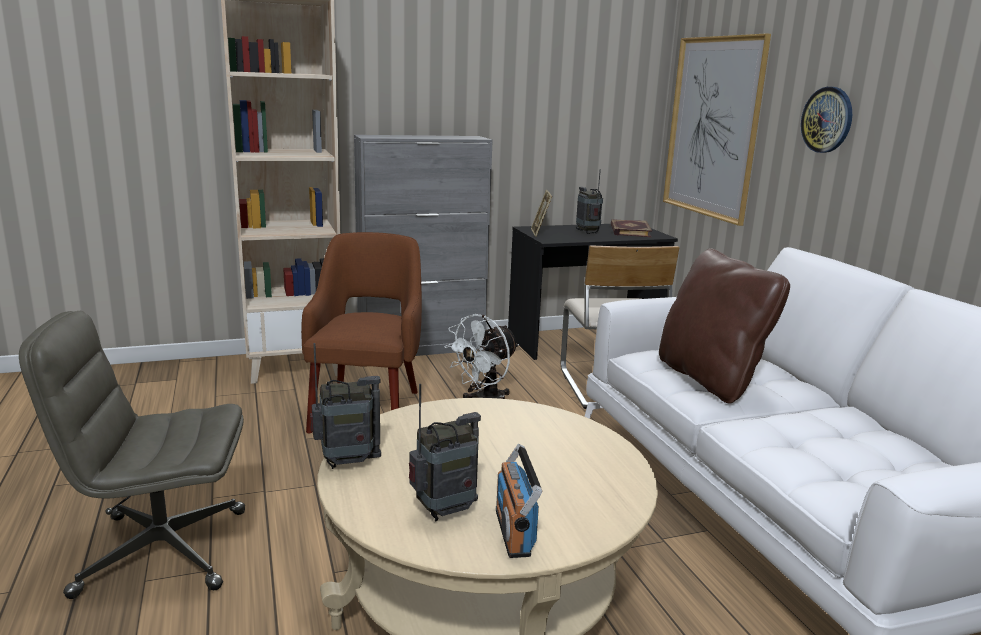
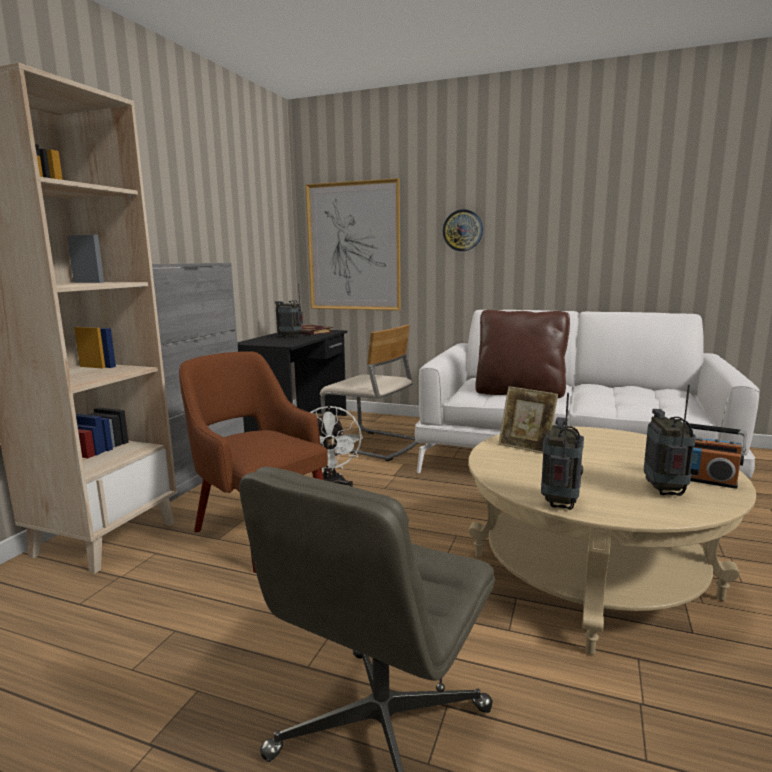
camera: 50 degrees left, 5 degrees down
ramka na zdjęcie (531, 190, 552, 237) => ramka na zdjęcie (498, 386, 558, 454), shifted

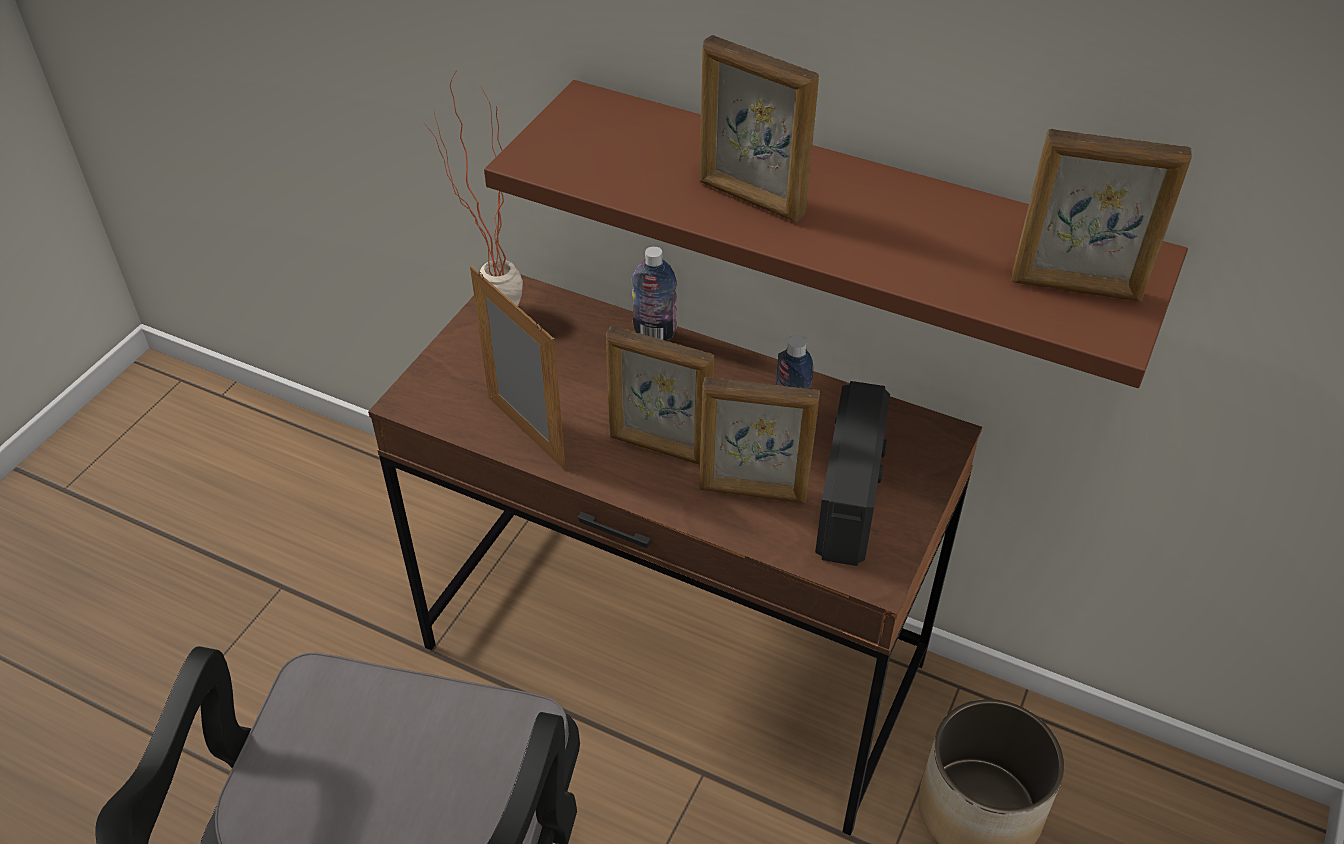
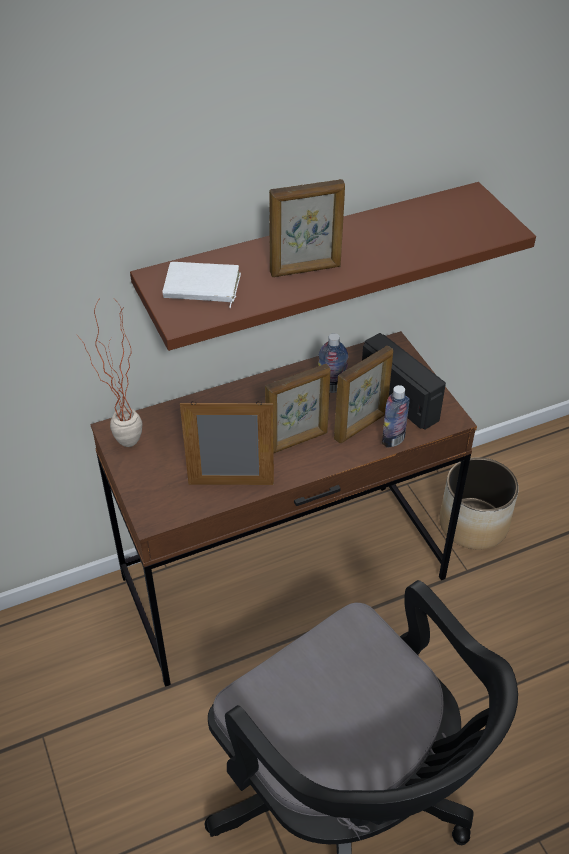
camera: 50 degrees left, 0 degrees up
ramka na zdjęcie (1012, 129, 1192, 301) => nothing
nothing => książka (biały) (162, 262, 241, 308)
butelka (632, 246, 677, 340) => butelka (382, 385, 410, 448), shifted

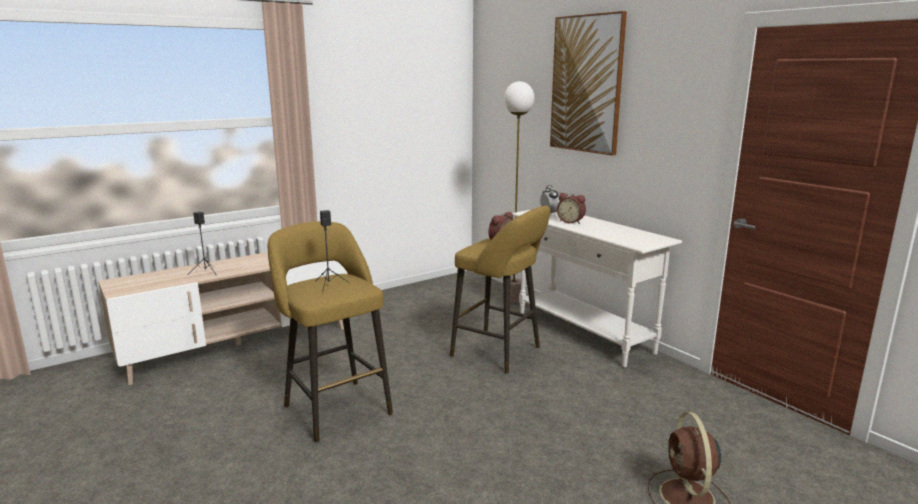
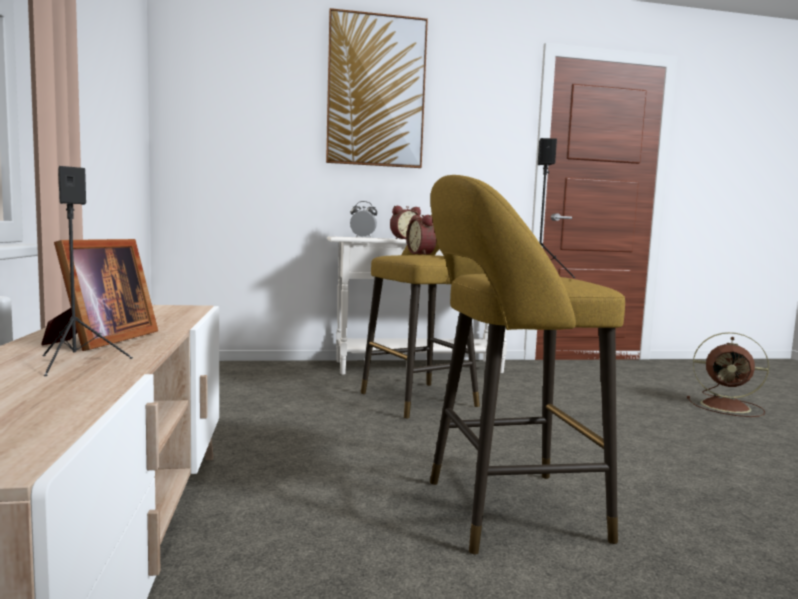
camera: 65 degrees left, 10 degrees down
lampa stojąca (504, 81, 534, 303) => nothing
nothing => ramka na zdjęcie (42, 239, 158, 351)

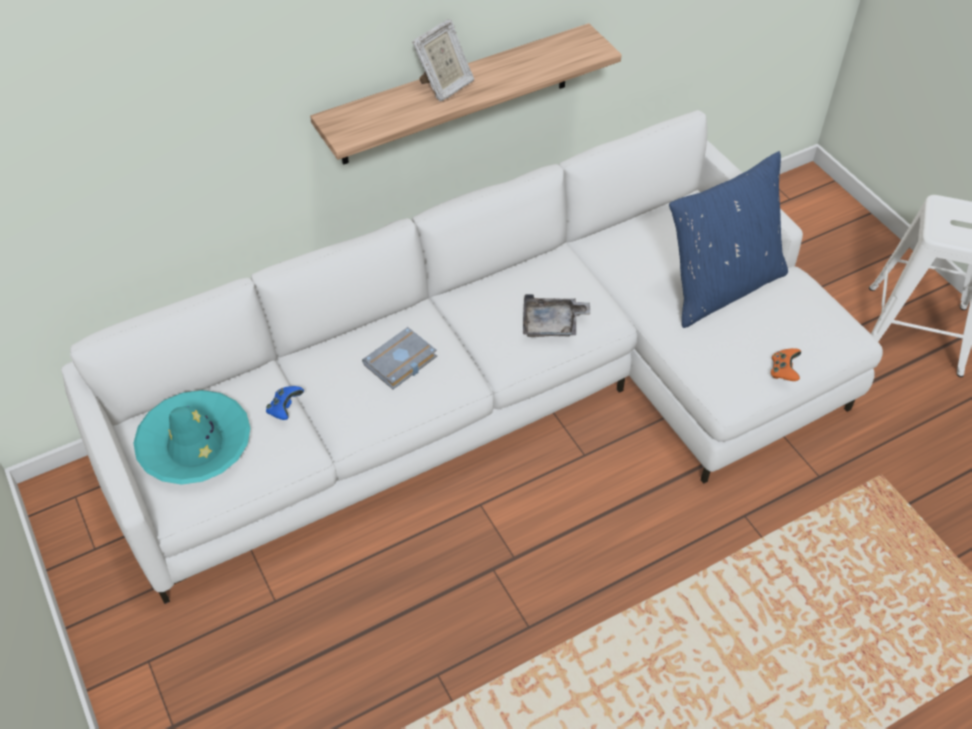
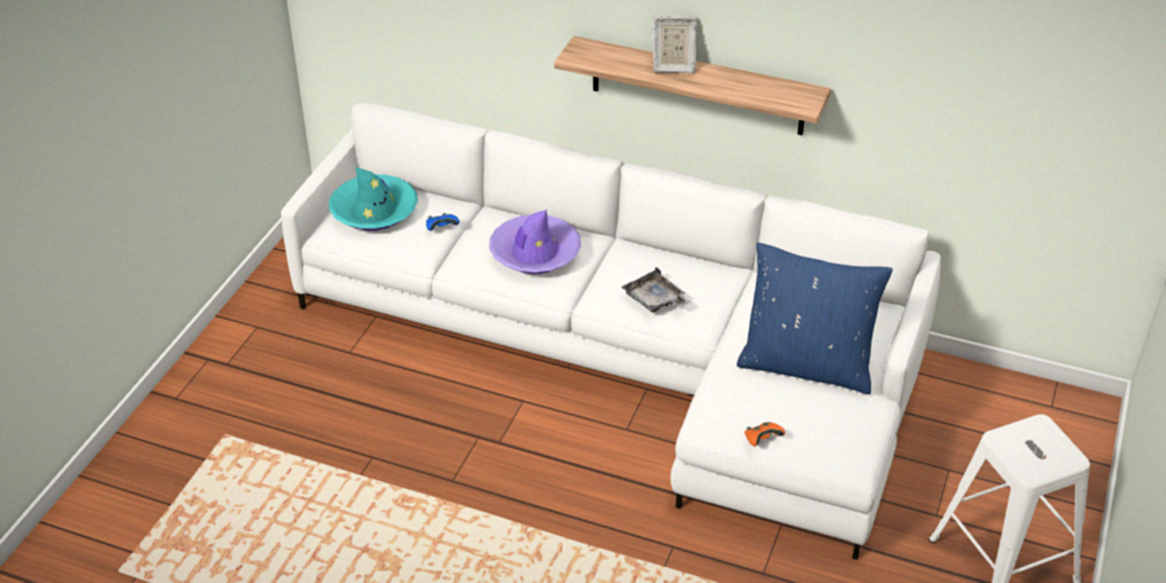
camera: 50 degrees right, 10 degrees down
książka (szary) (362, 327, 437, 389) => kapelusz (fioletowy) (490, 210, 581, 274)

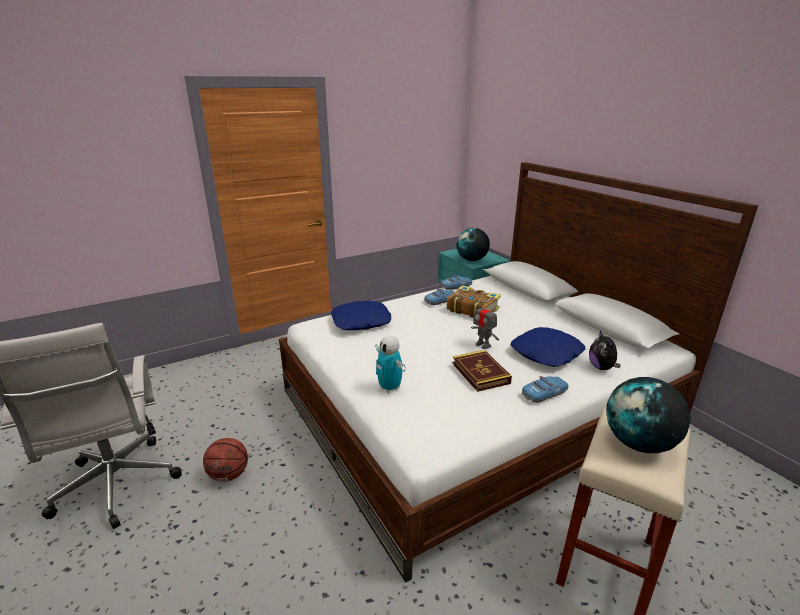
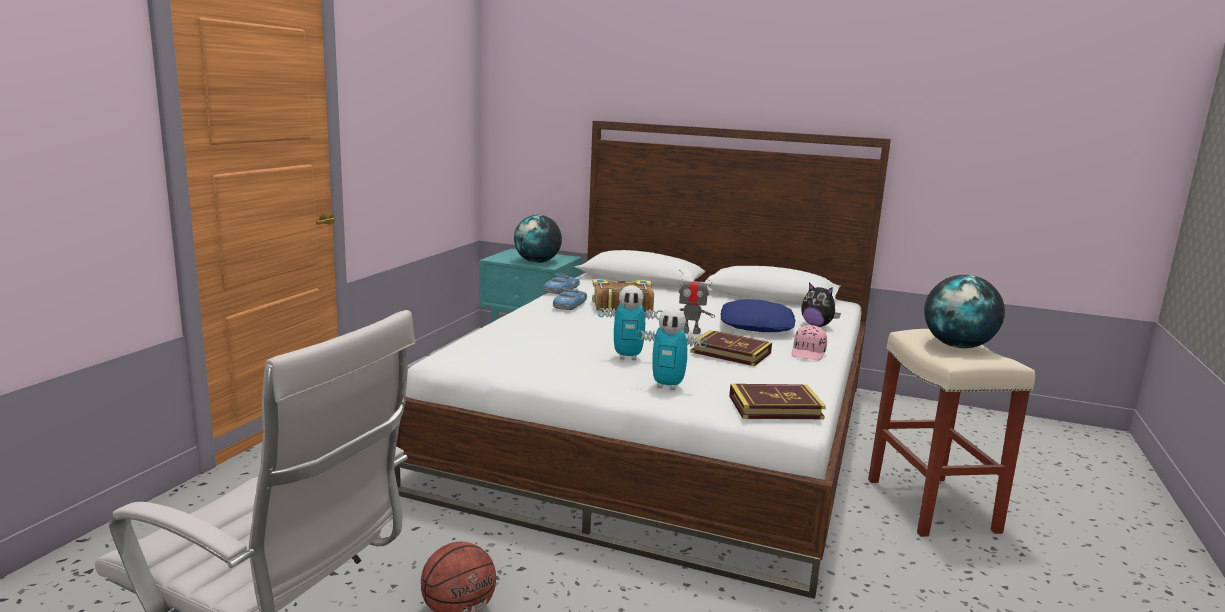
camera: 40 degrees left, 10 degrees down
poduszka (niebieski) (331, 301, 391, 330) => nothing
nothing => robot zabawkowy (598, 285, 662, 360)
nothing => książka (729, 384, 826, 419)
samochodzik (522, 376, 569, 403) => czapka z daszkiem (różowy) (792, 325, 827, 360)

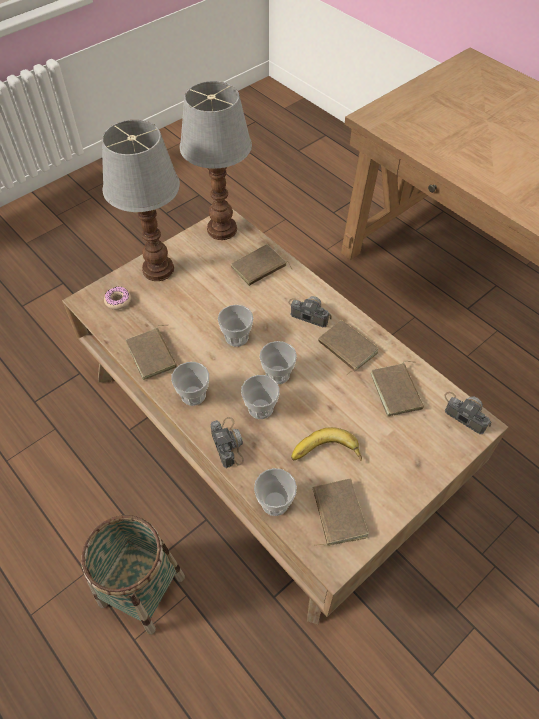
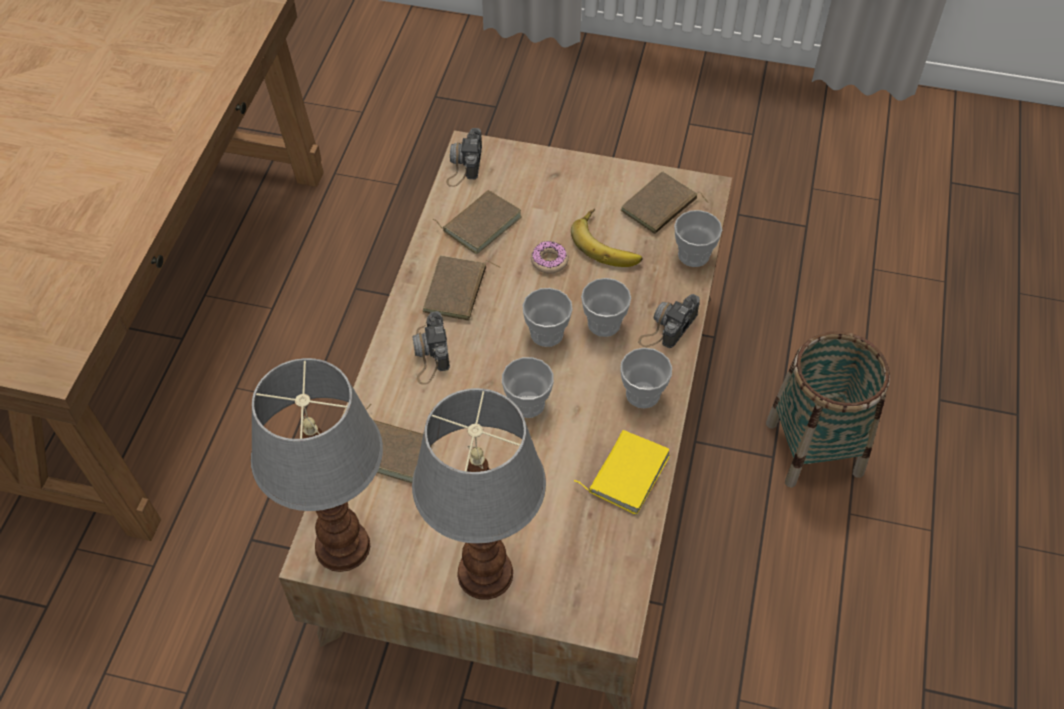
camera: 125 degrees left, 0 degrees up
donut (104, 287, 131, 310) => donut (531, 241, 569, 274), shifted
książka (brązowy) (125, 325, 177, 380) => książka (żółty) (574, 430, 670, 515)

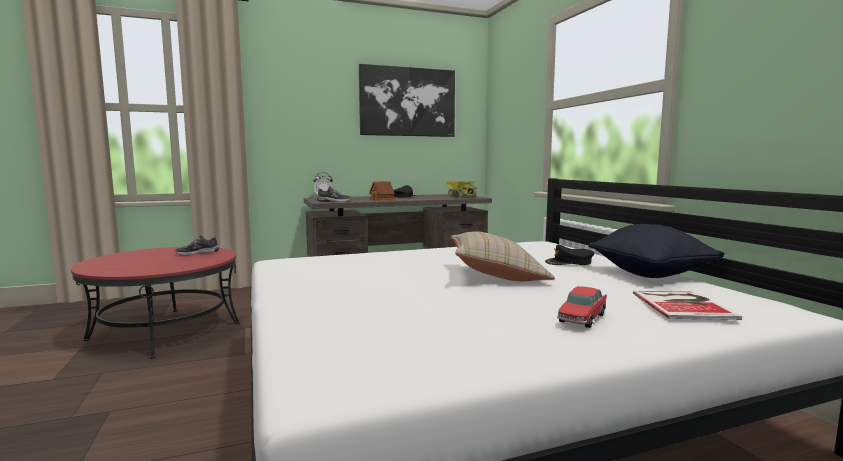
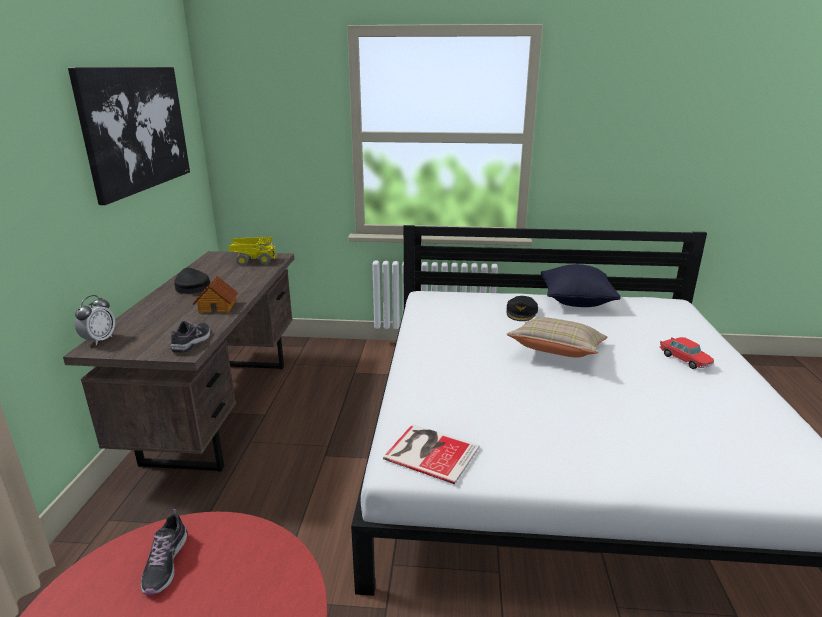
camera: 65 degrees left, 15 degrees up
książka (633, 291, 742, 320) => książka (383, 424, 479, 484), shifted

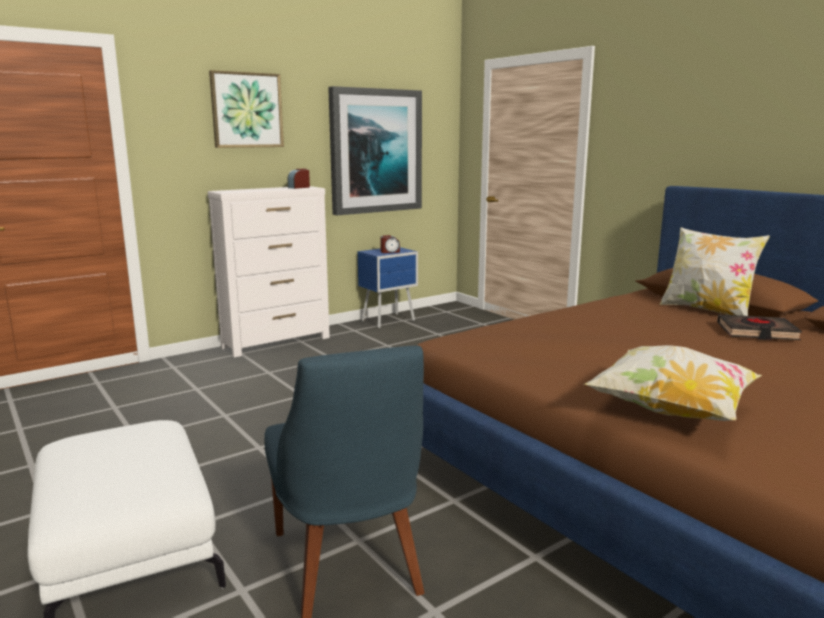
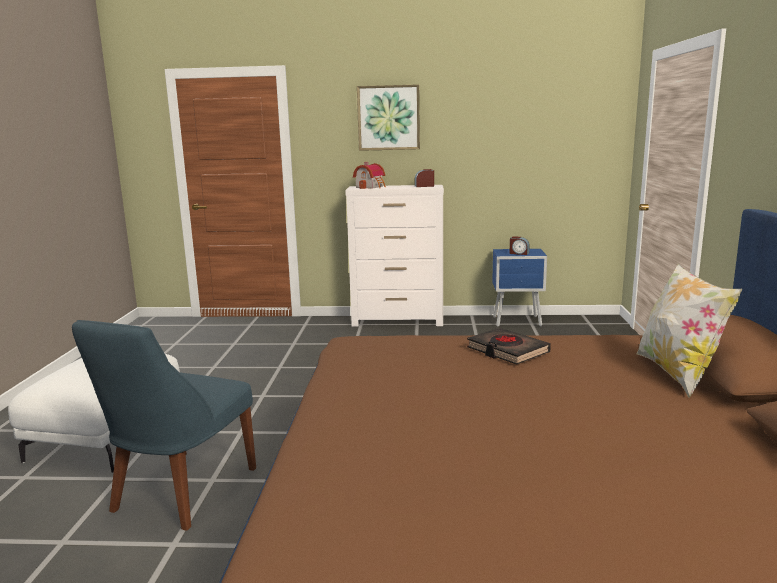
camera: 40 degrees right, 0 degrees up
obraz (328, 86, 422, 215) => nothing
poduszka (584, 345, 762, 421) => nothing
nothing => domek (353, 162, 386, 189)
książka (czarny) (717, 314, 802, 340) => książka (czarny) (467, 328, 551, 364), shifted

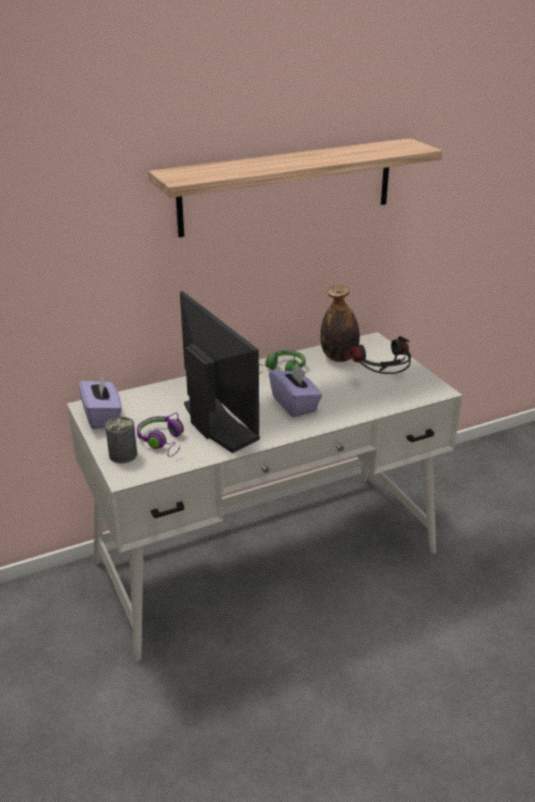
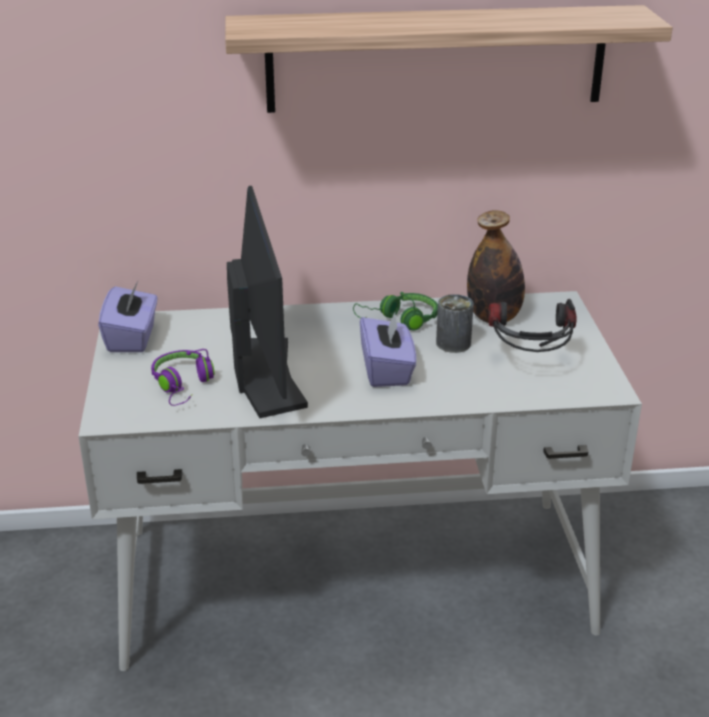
camera: 20 degrees right, 0 degrees up
puszka (105, 417, 137, 464) => puszka (436, 294, 474, 353), shifted

